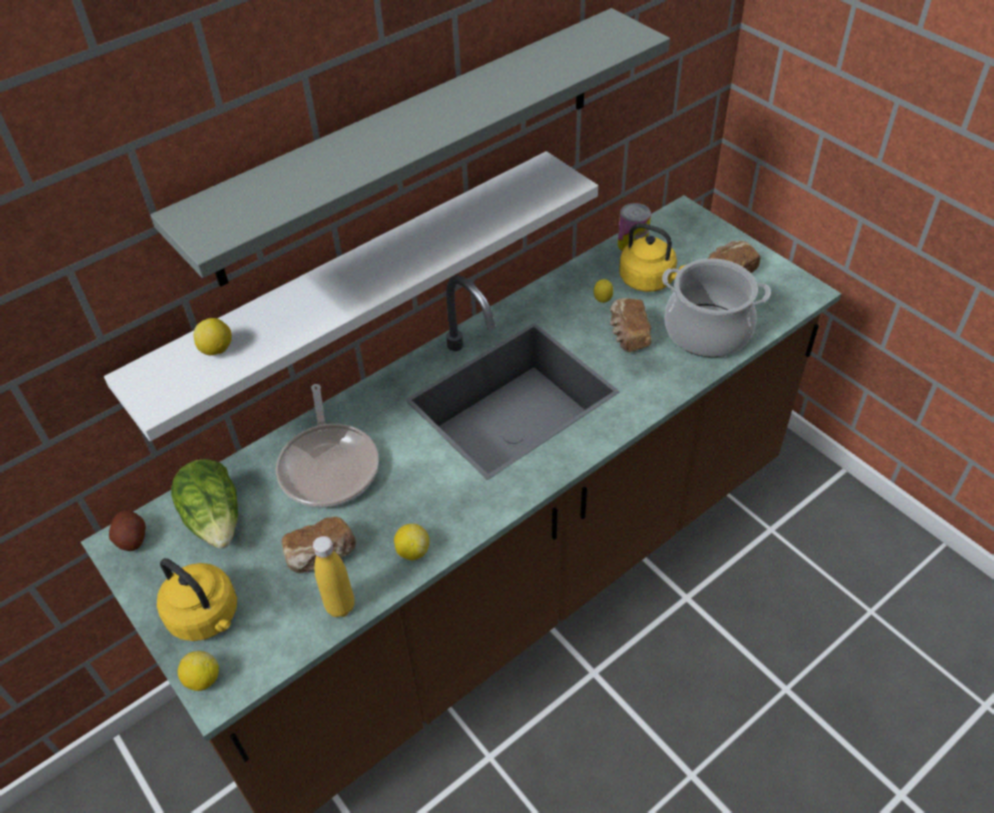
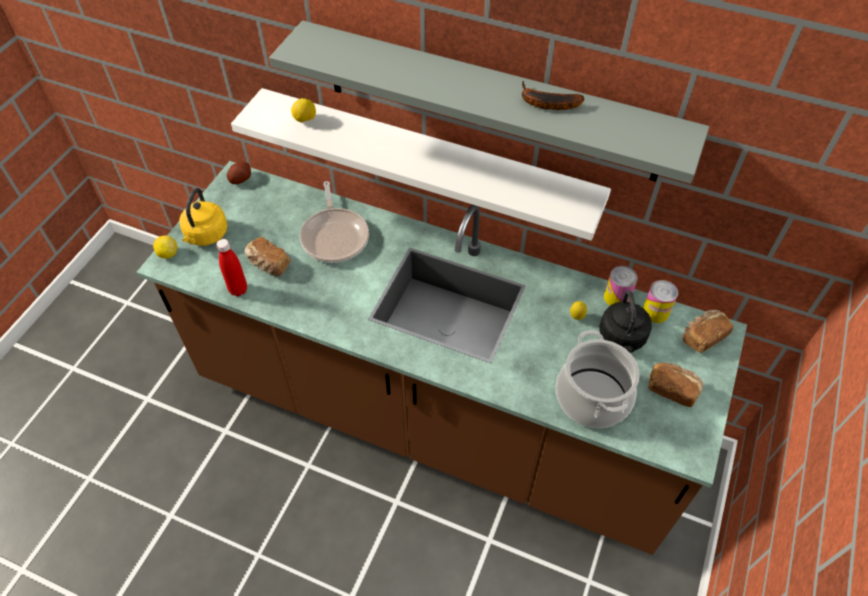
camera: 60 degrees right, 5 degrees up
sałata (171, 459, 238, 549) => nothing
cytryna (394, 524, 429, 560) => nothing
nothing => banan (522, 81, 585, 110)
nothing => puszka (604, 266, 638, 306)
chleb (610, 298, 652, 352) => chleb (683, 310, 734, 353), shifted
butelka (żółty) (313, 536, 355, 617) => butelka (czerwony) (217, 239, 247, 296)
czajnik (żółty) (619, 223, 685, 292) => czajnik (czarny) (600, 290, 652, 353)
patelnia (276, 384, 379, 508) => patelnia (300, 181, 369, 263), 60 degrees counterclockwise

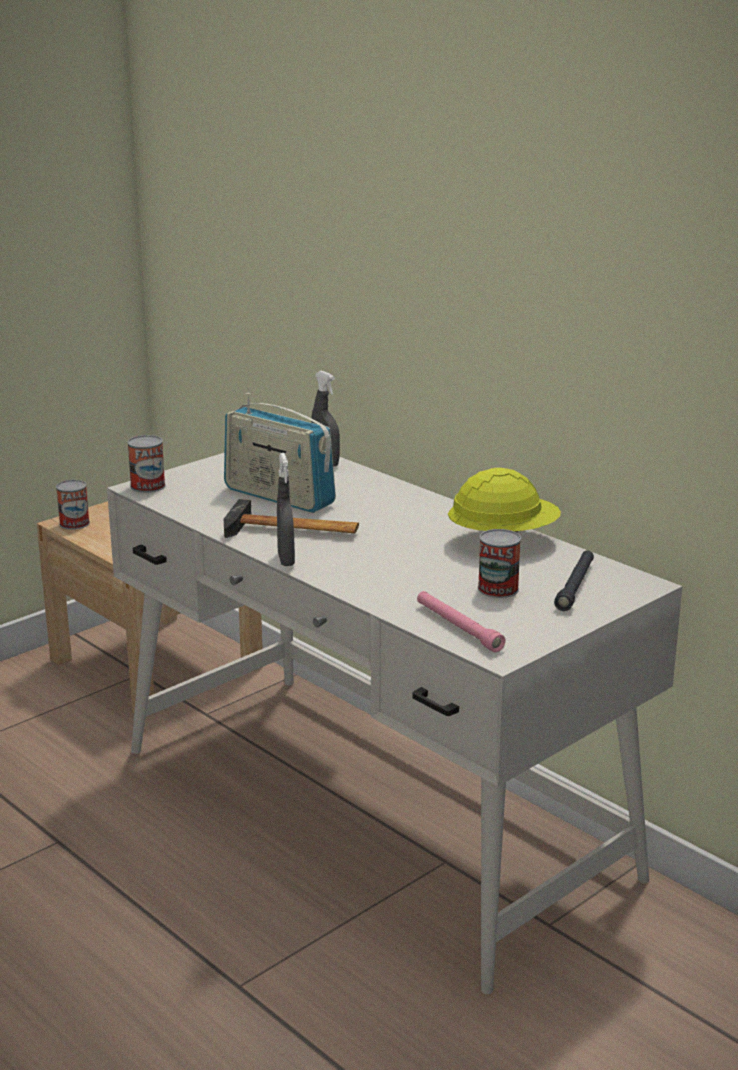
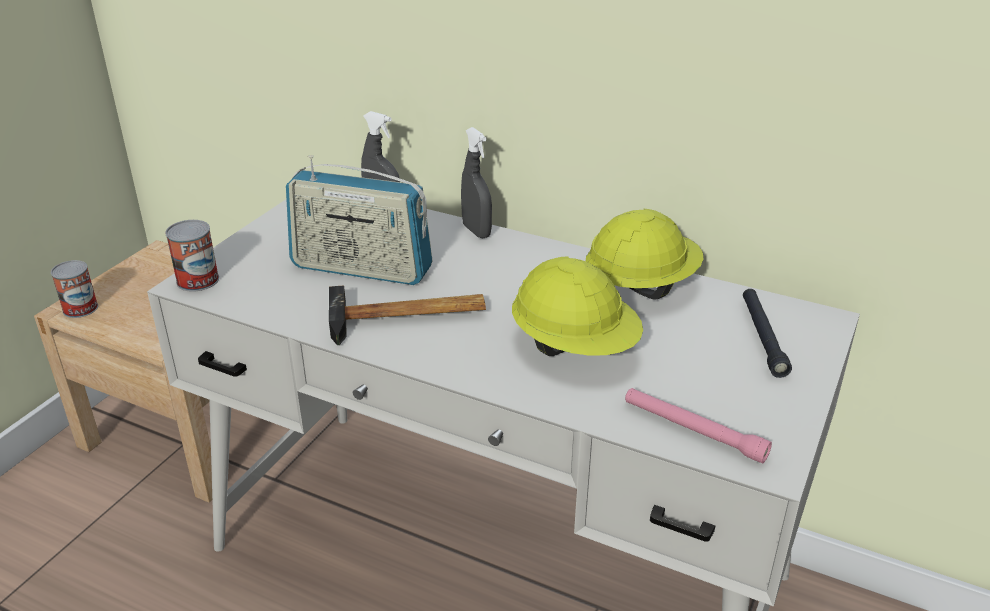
camera: 20 degrees left, 10 degrees up
puszka (478, 529, 521, 598) => nothing
nothing => kask (żółty) (512, 256, 643, 356)
spryskiwacz (szary) (277, 453, 295, 566) => spryskiwacz (szary) (461, 127, 492, 239), shifted

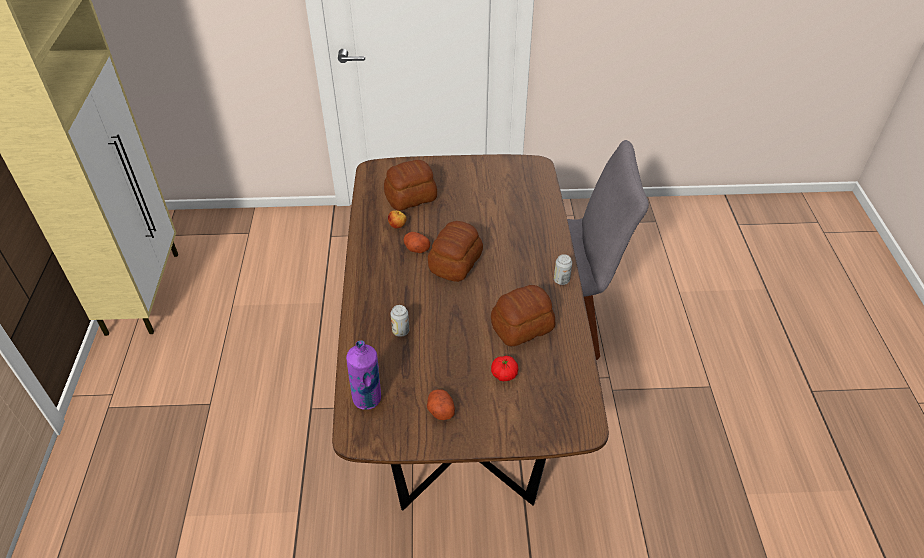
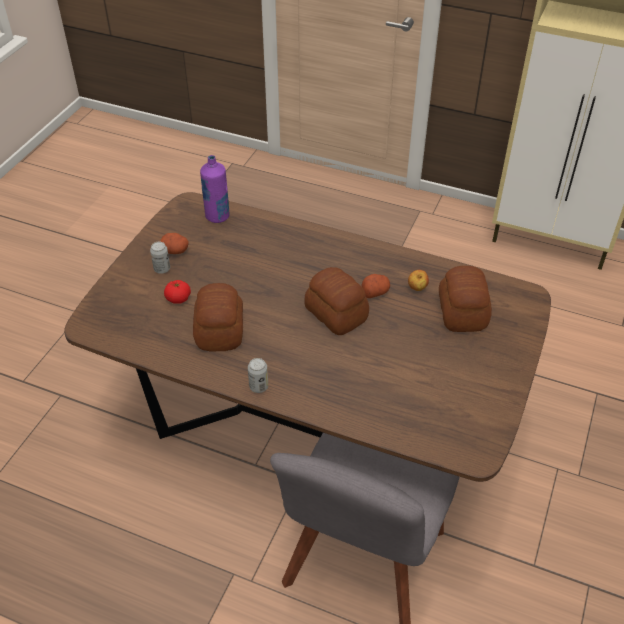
camera: 115 degrees right, 0 degrees up
puszka (391, 305, 409, 337) => puszka (150, 242, 170, 274), shifted

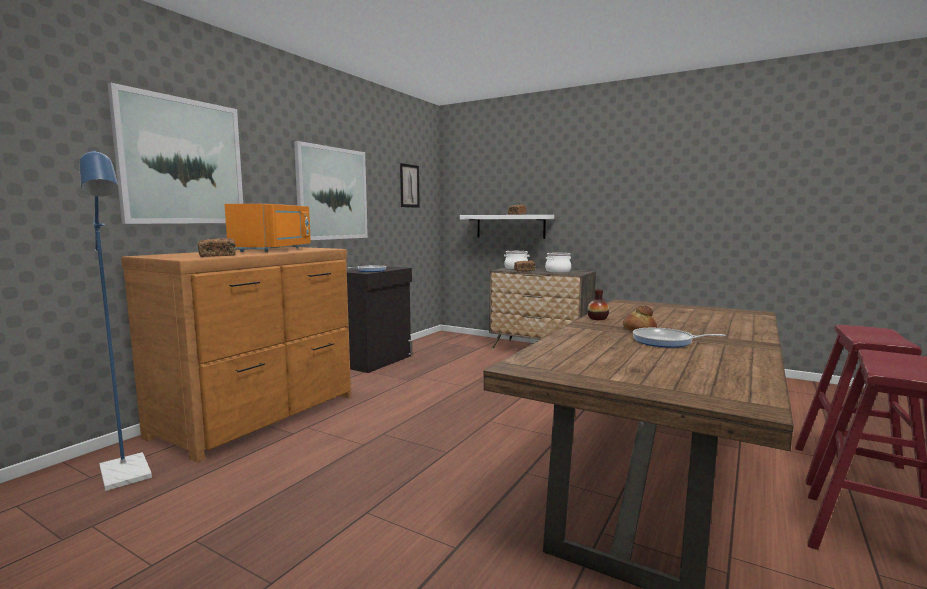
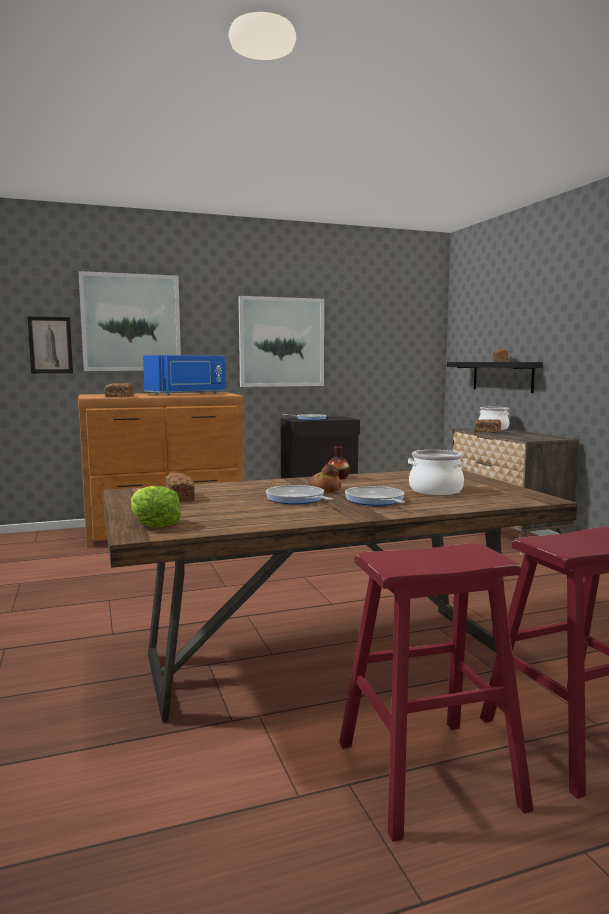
camera: 40 degrees right, 0 degrees up
lampa stojąca (niebieski) (79, 150, 152, 491) => nothing
nothing => sałata (131, 486, 182, 528)
nothing => chleb (165, 472, 195, 502)
nothing => patelnia (345, 486, 405, 506)
obraz (400, 163, 420, 208) => obraz (27, 316, 73, 373), shifted
garnek (545, 253, 571, 273) => garnek (408, 450, 466, 495), shifted
mikrofalówka (pomarańczowy) (225, 204, 311, 252) => mikrofalówka (niebieski) (143, 355, 225, 395)
półka (biały) (460, 215, 554, 239) => półka (czarny) (447, 362, 543, 393)

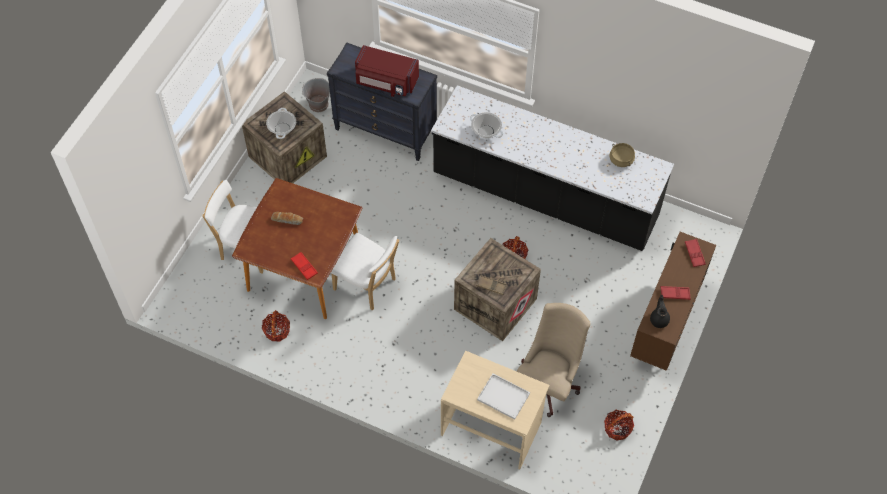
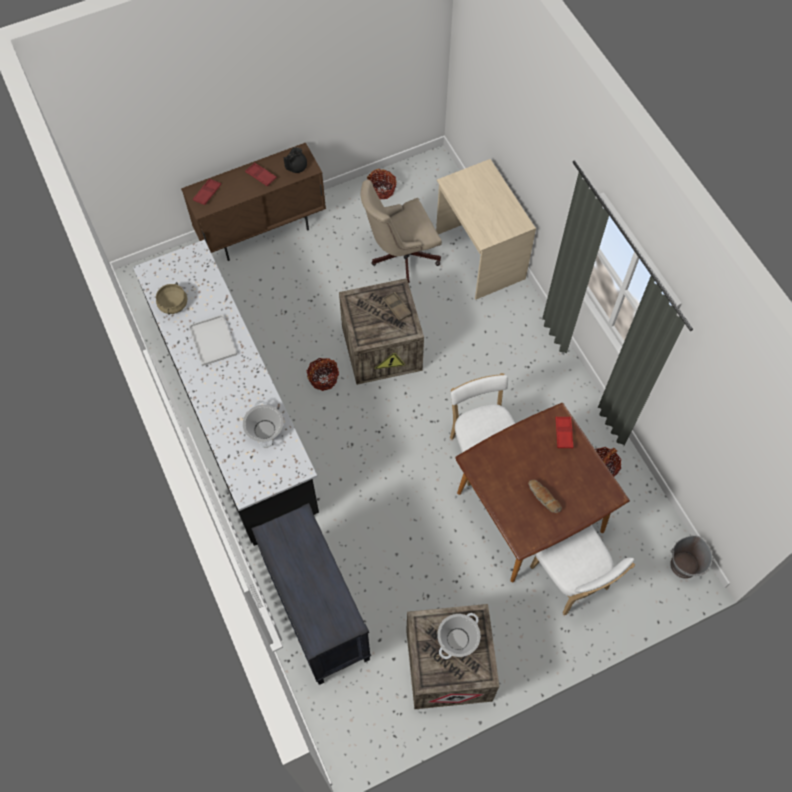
camera: 140 degrees left, 5 degrees up
mikrofalówka (czerwony) (355, 45, 419, 97) => nothing
wiadro (szary) (301, 78, 330, 112) => wiadro (szary) (670, 535, 715, 579), shifted
taca (biały) (477, 374, 530, 420) => taca (biały) (189, 314, 237, 366), shifted

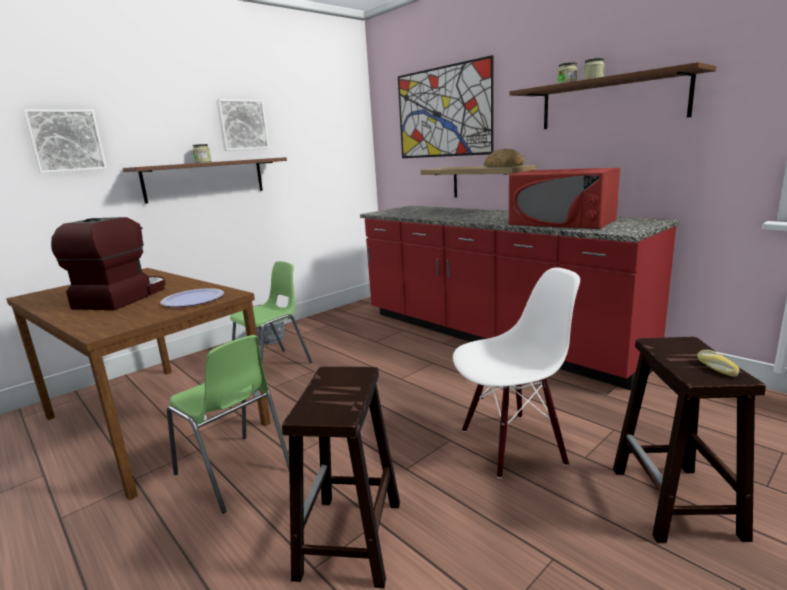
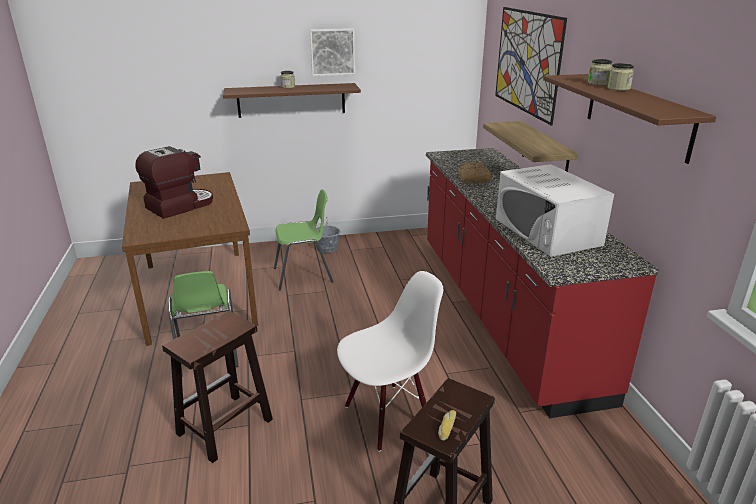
camera: 30 degrees right, 10 degrees up
obraz (23, 109, 107, 173) => nothing
talerz (160, 288, 224, 307) => nothing
chleb (484, 149, 525, 167) => chleb (458, 162, 491, 184), shifted
mikrofalówka (czerwony) (509, 168, 620, 229) => mikrofalówka (biały) (496, 164, 614, 257)
krzesło (biały) (453, 268, 580, 479) => krzesło (biały) (337, 271, 443, 452), 45 degrees counterclockwise

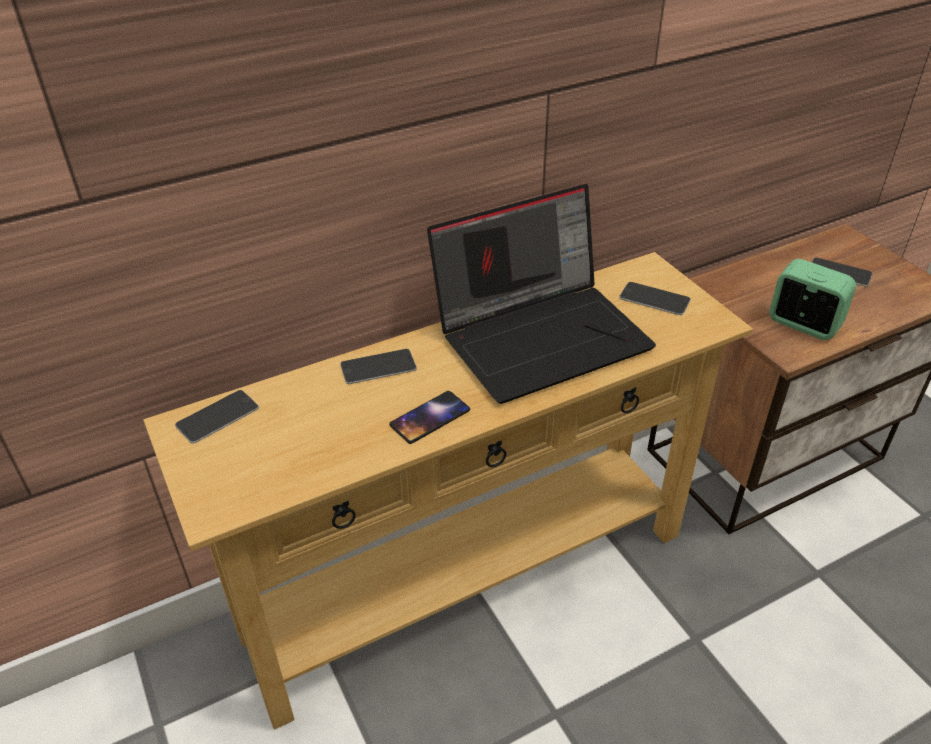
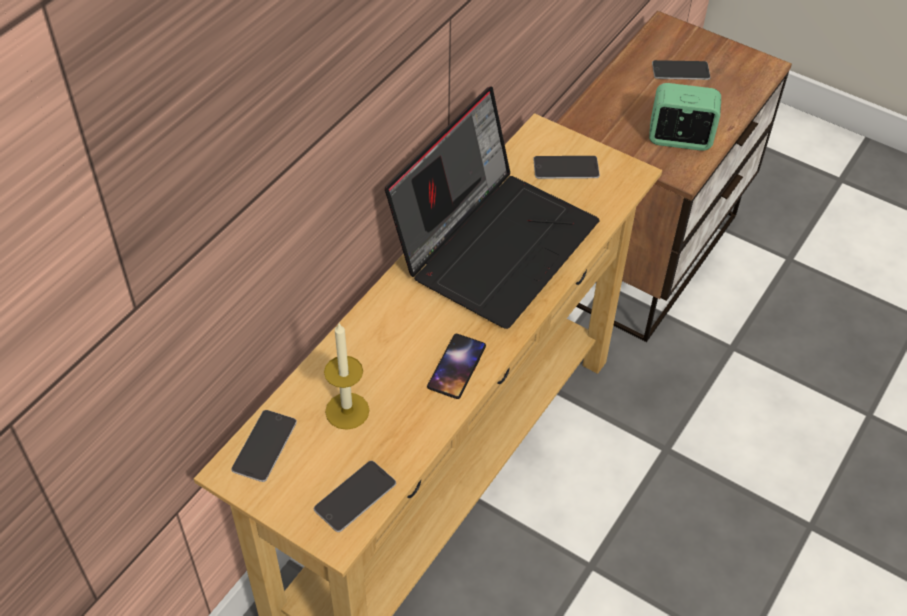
camera: 30 degrees left, 10 degrees up
nothing => świeca (324, 323, 369, 430)
telefon (340, 349, 417, 384) => telefon (314, 461, 396, 532), shifted

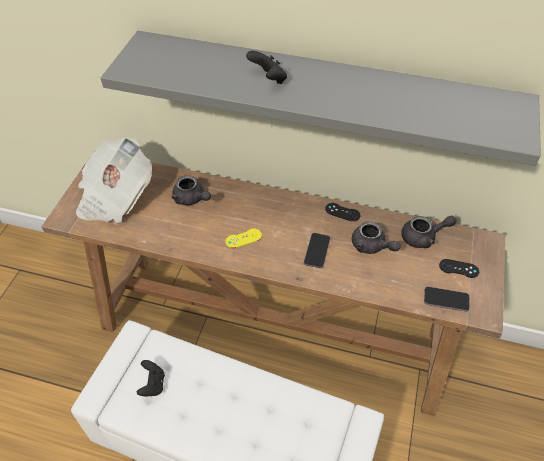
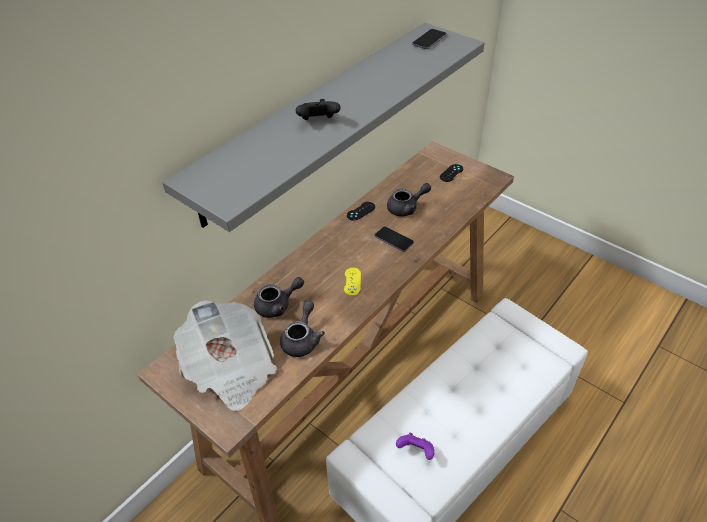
camera: 65 degrees left, 5 degrees down
imbryk (szary) (401, 216, 457, 248) => imbryk (szary) (280, 300, 325, 357), shifted
telefon (424, 287, 470, 311) => telefon (412, 29, 447, 49), shifted
pad do gier (czarny) (136, 360, 165, 396) => pad do gier (fioletowy) (396, 433, 435, 460)

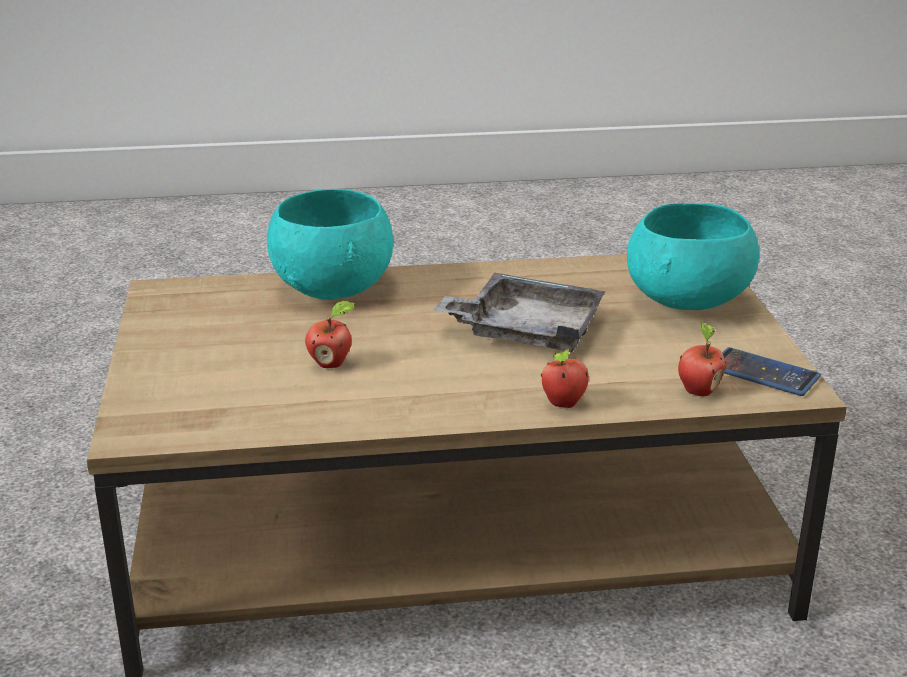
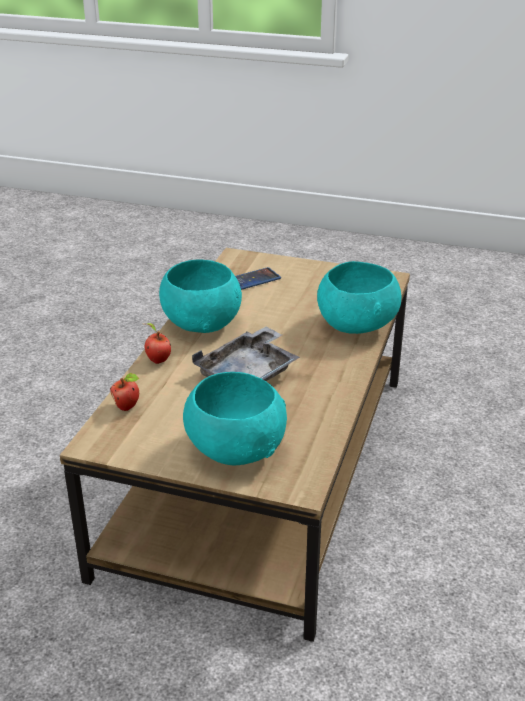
camera: 115 degrees right, 5 degrees up
jabłko (305, 301, 354, 368) => nothing
nothing => miska (turkusowy) (159, 259, 242, 333)
telefon (722, 347, 821, 396) => telefon (235, 267, 281, 290), shifted

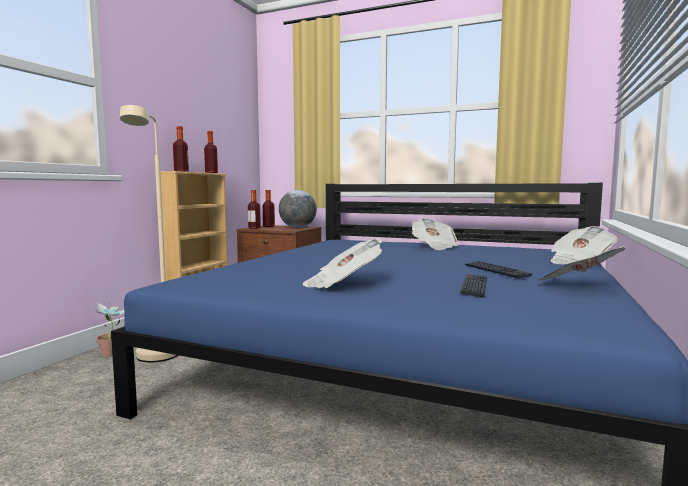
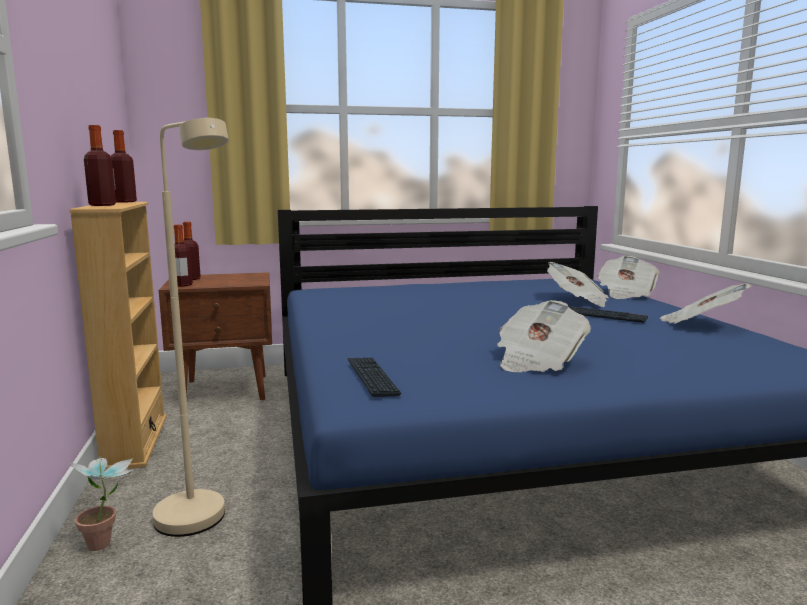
camera: 35 degrees left, 5 degrees up
globus (279, 190, 317, 228) => nothing
gazeta (412, 218, 458, 250) => gazeta (547, 262, 609, 307), shifted
klawiatura (460, 274, 487, 297) => klawiatura (348, 358, 401, 397), shifted

